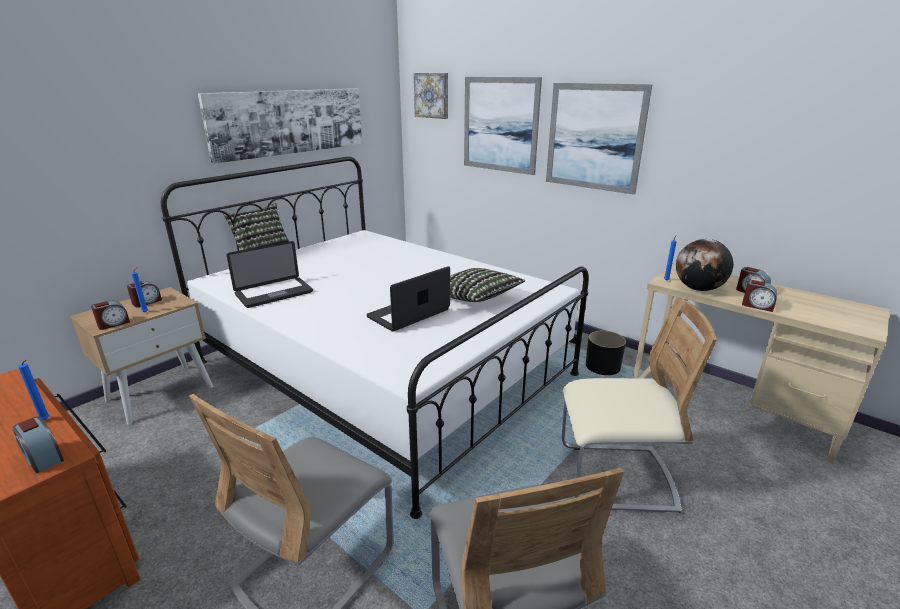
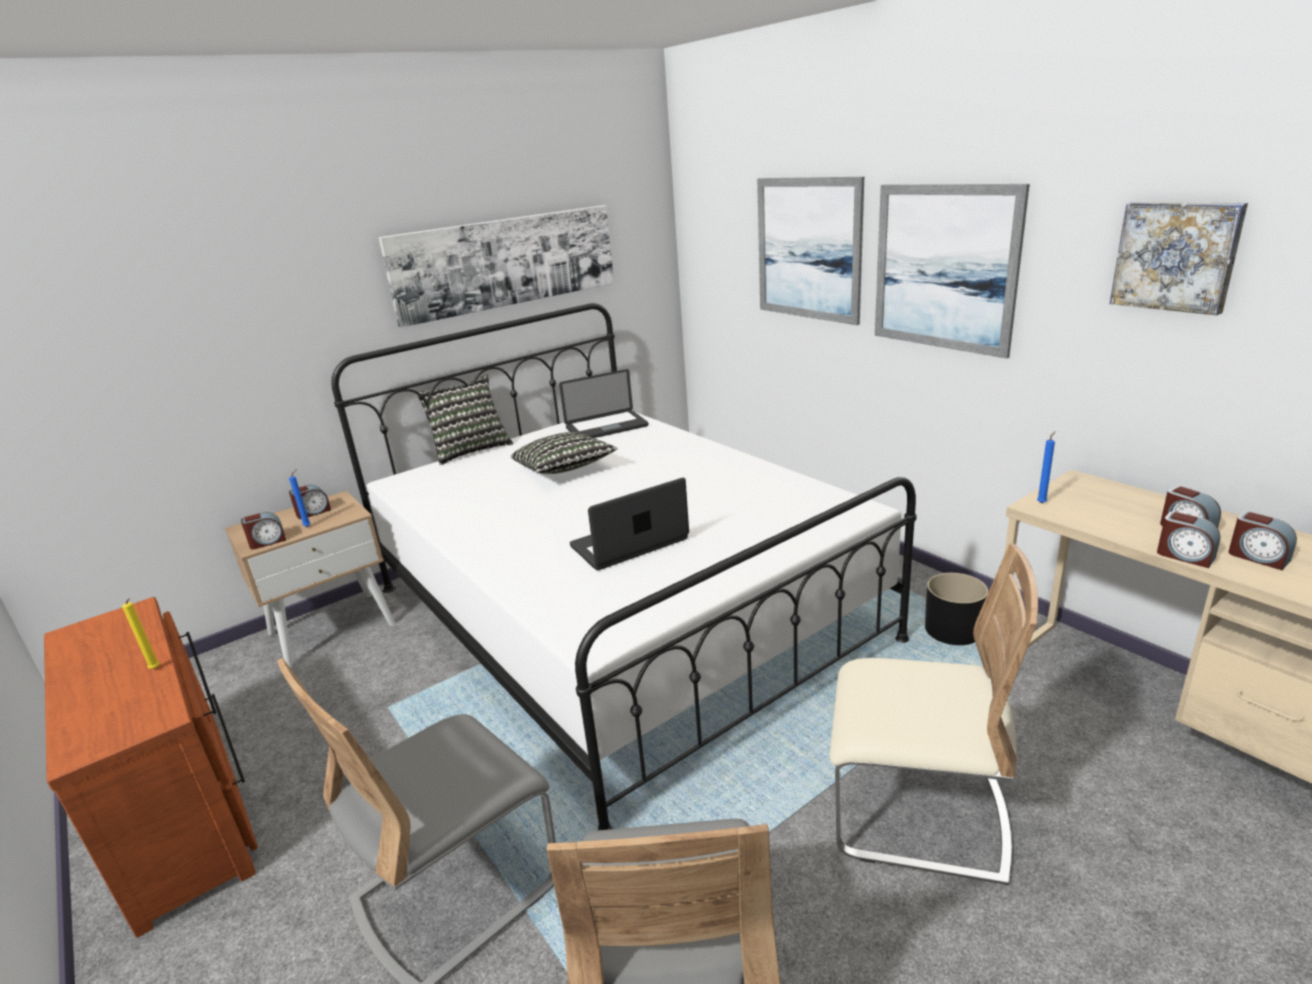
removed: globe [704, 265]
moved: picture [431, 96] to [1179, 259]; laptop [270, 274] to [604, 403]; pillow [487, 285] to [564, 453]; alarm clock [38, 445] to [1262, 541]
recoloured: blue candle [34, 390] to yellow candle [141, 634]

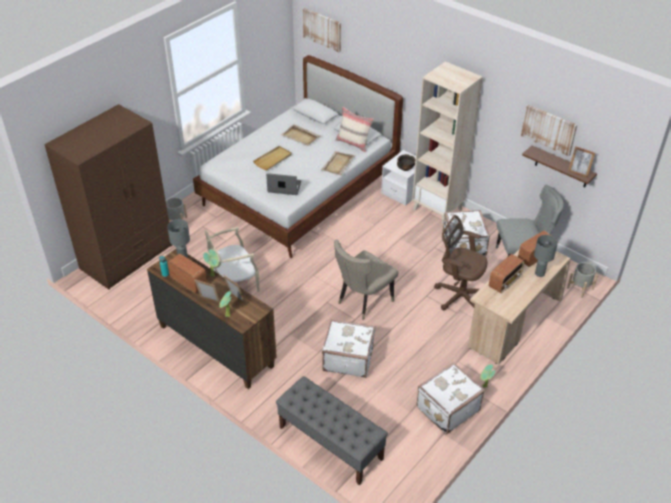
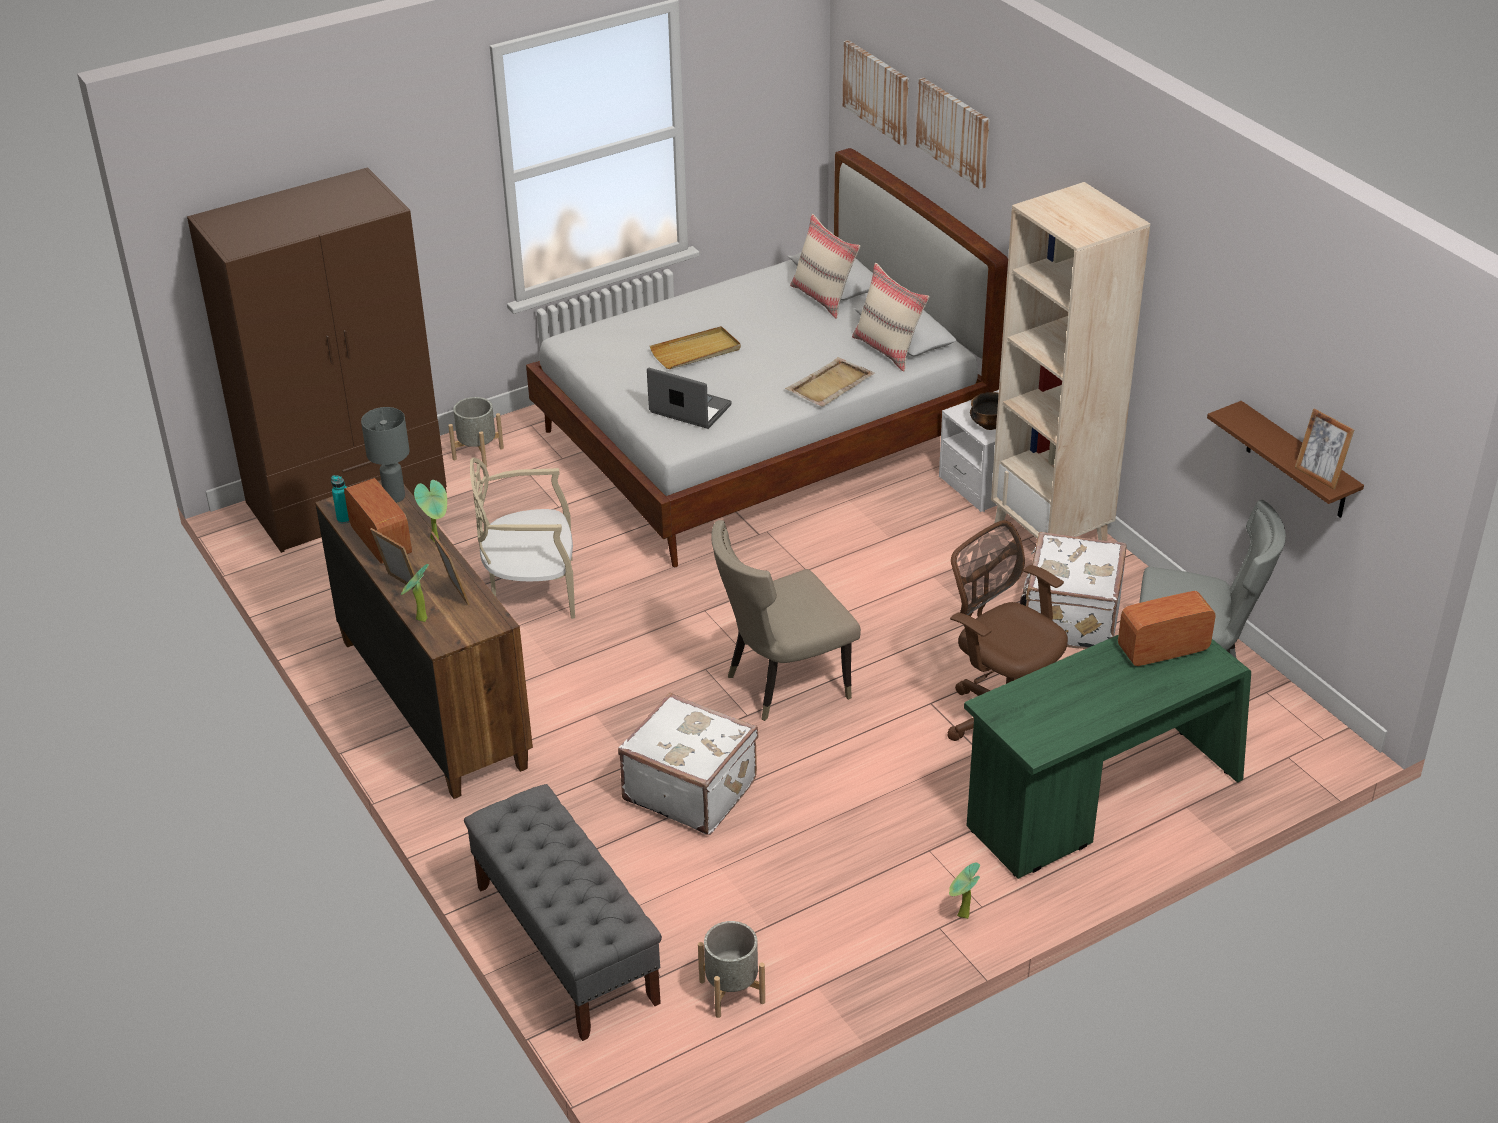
removed: beige tray [300, 135]; grey table lamp [546, 256]; radio [506, 273]; white suitcase [450, 398]
added: beige pillow [825, 266]
moved: picture [549, 130] to [953, 133]; grey planter [582, 280] to [731, 969]
recoloured: beige desk [519, 307] to green desk [1107, 757]

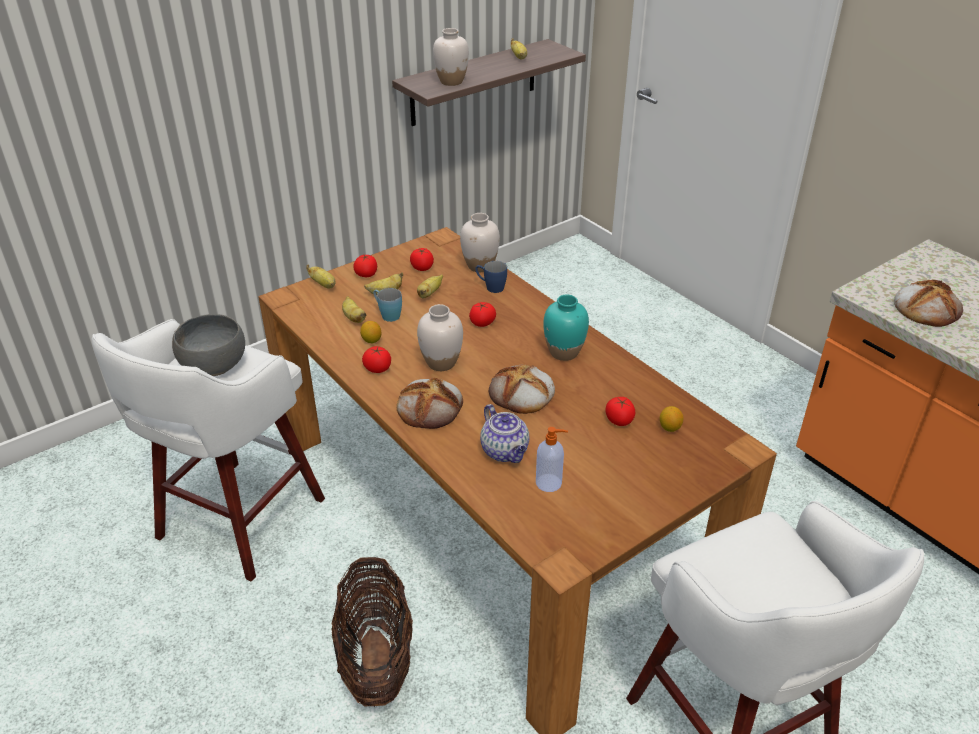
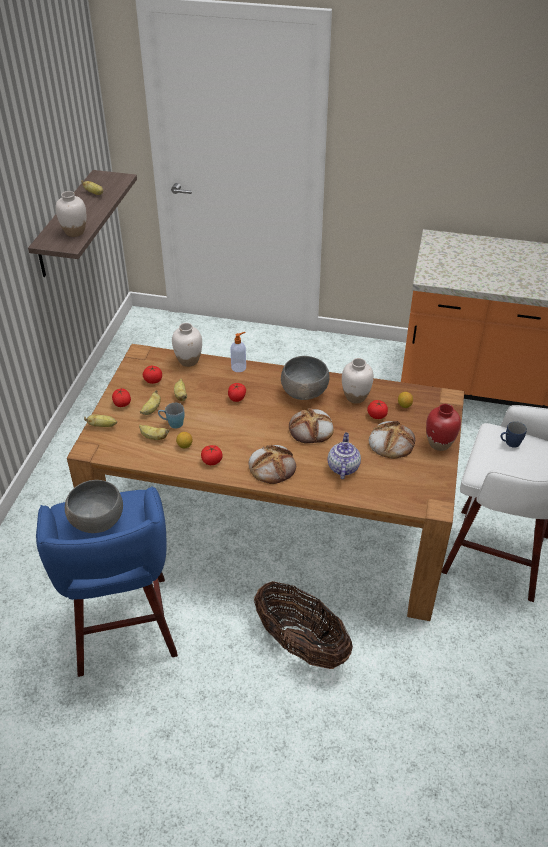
added: red vase [443, 427]
moved: blue mug [491, 277] to [514, 434]; bread [928, 303] to [392, 440]; white vase [440, 337] to [358, 380]; soap dispenser [552, 459] to [238, 352]
replaced: turquoise vase [566, 328] to grey bowl [305, 378]
recoloured: white stool [208, 450] to blue stool [107, 581]
turned: teapot [504, 433] = [344, 455] 105 degrees counterclockwise

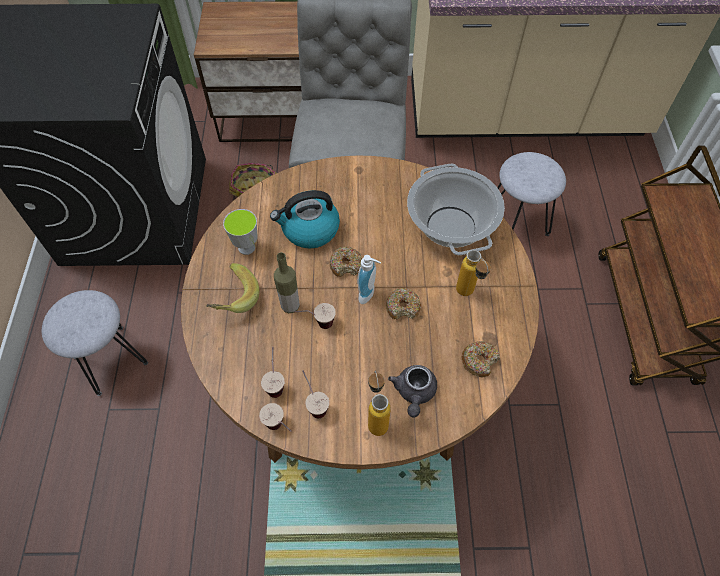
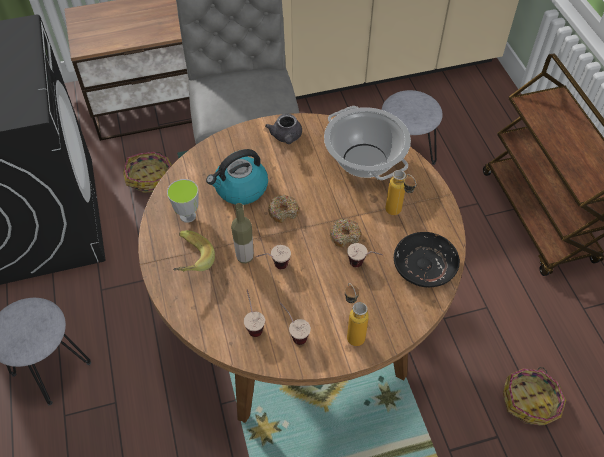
removed: soap dispenser [369, 279]
added: basket [534, 396]
moved: grey teapot [412, 391] to [283, 129]; cup [275, 417] to [365, 255]
replaced: donut [481, 359] to black plate [427, 259]

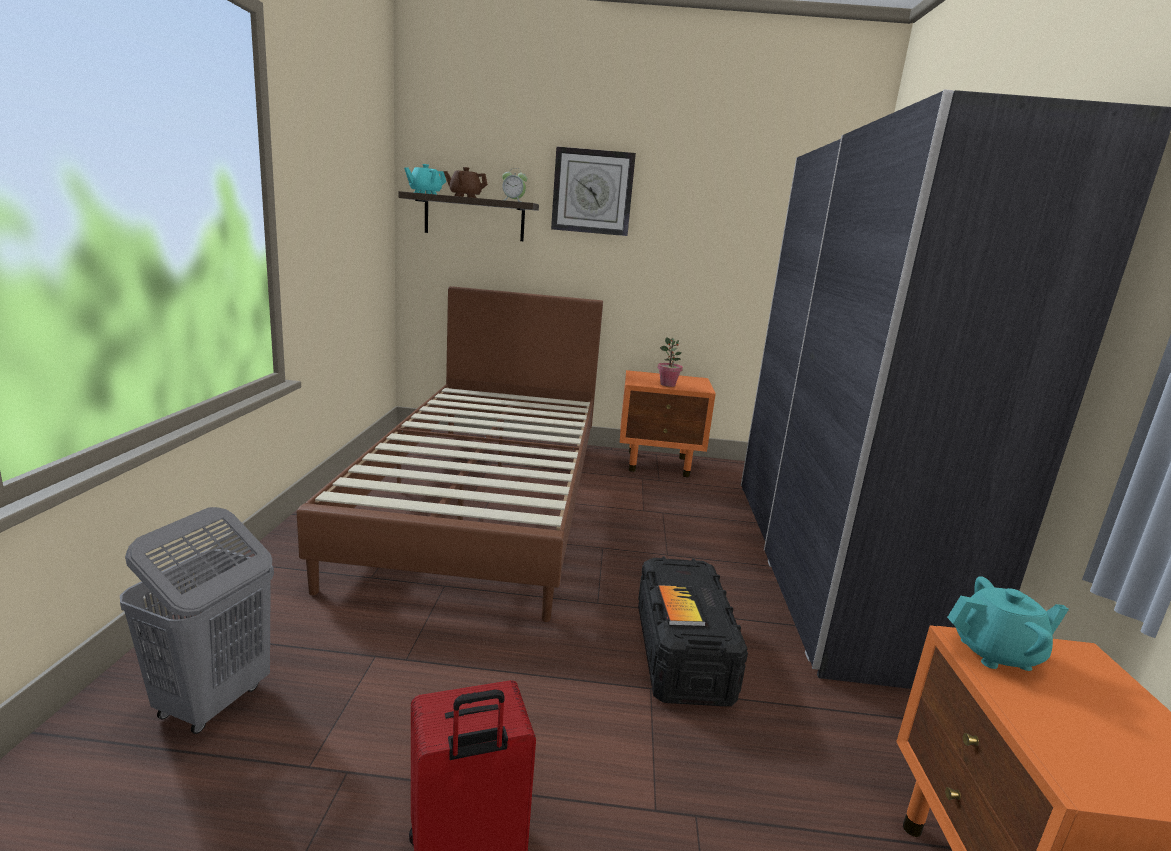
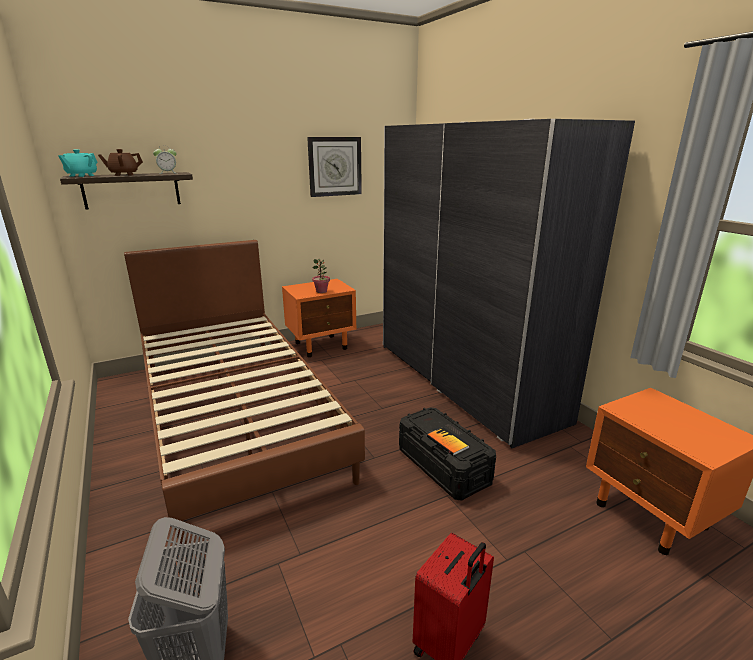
removed: turquoise teapot [1008, 624]
moved: wall clock [593, 191] to [334, 167]

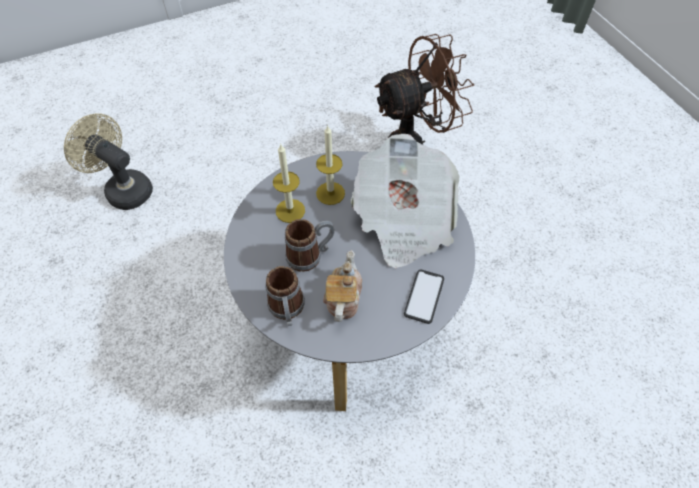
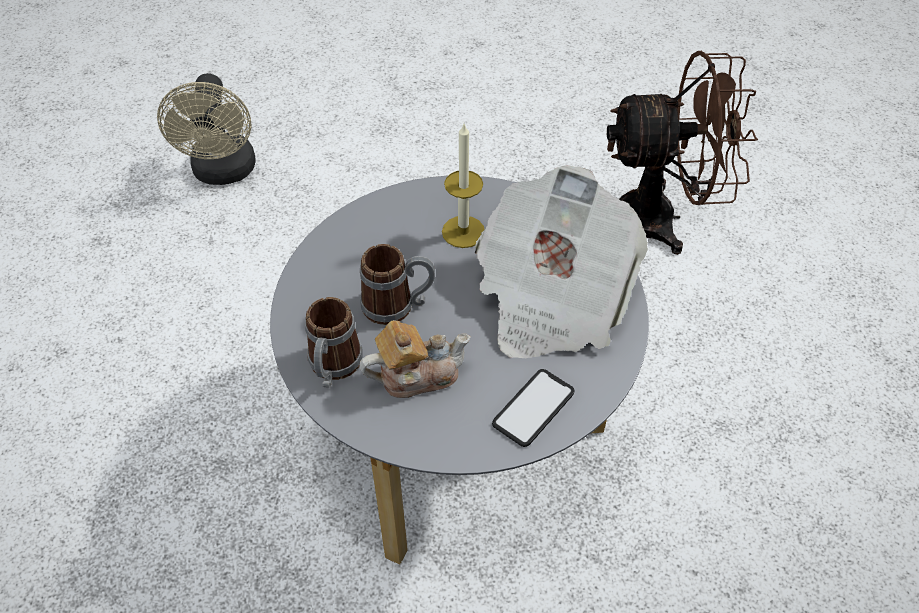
removed: candle [289, 183]
turned: beige fan [108, 161] = [206, 129] 150 degrees counterclockwise; teapot [342, 286] = [415, 359] 45 degrees clockwise

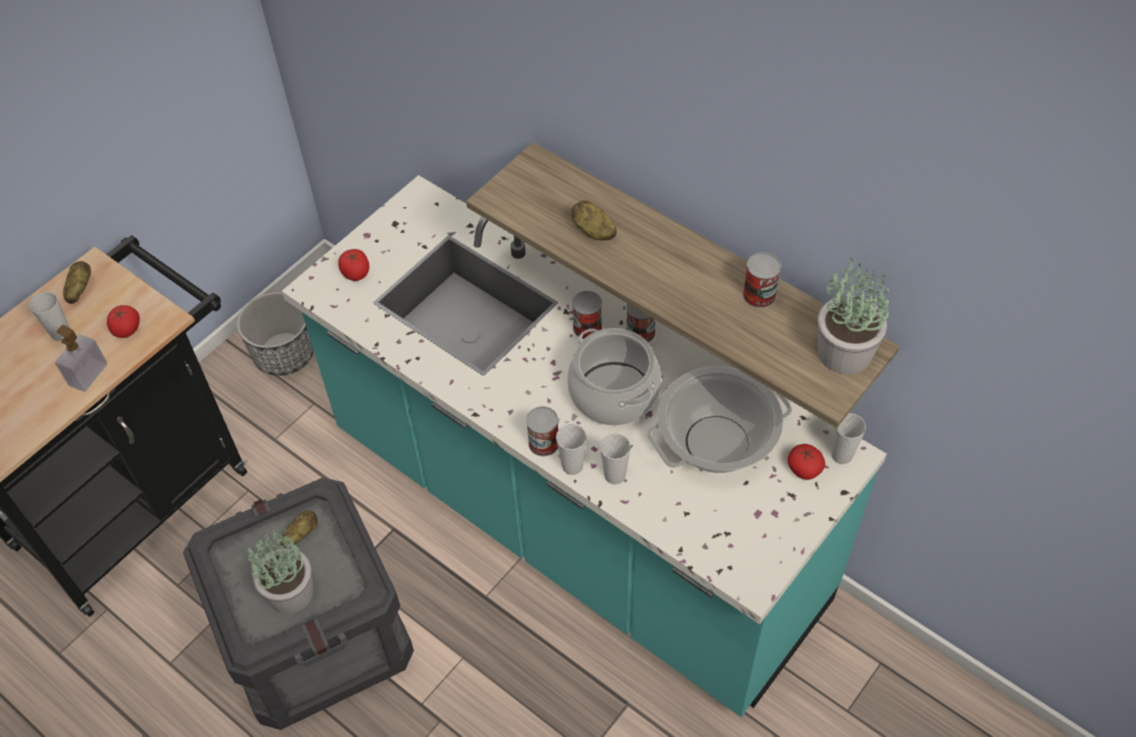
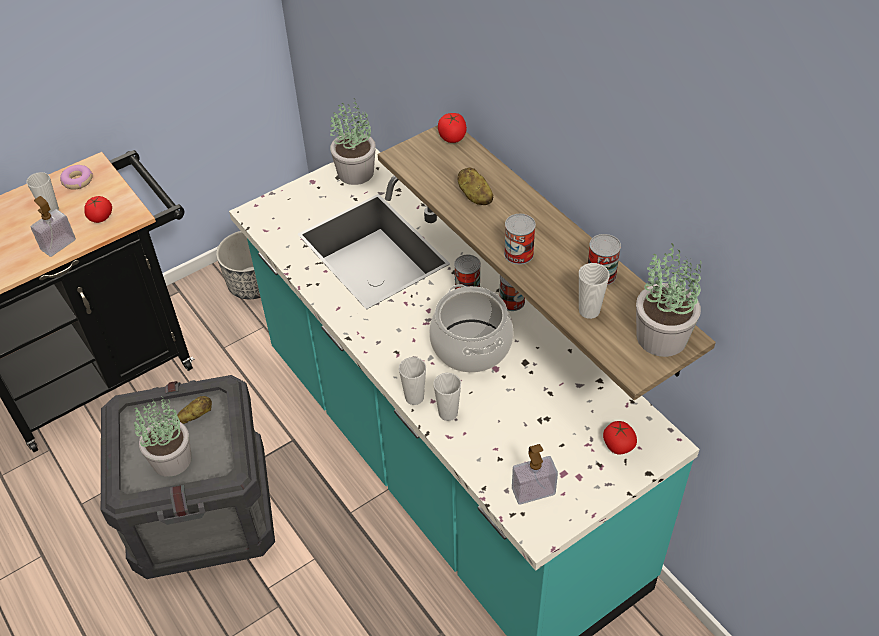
removed: cooking pot [719, 419]
added: potted plant [353, 141]; soap dispenser [535, 474]
moved: tomato [353, 265] to [452, 128]; can [542, 431] to [520, 239]; cup [848, 438] to [594, 291]
replaced: potato [77, 282] to donut [76, 177]

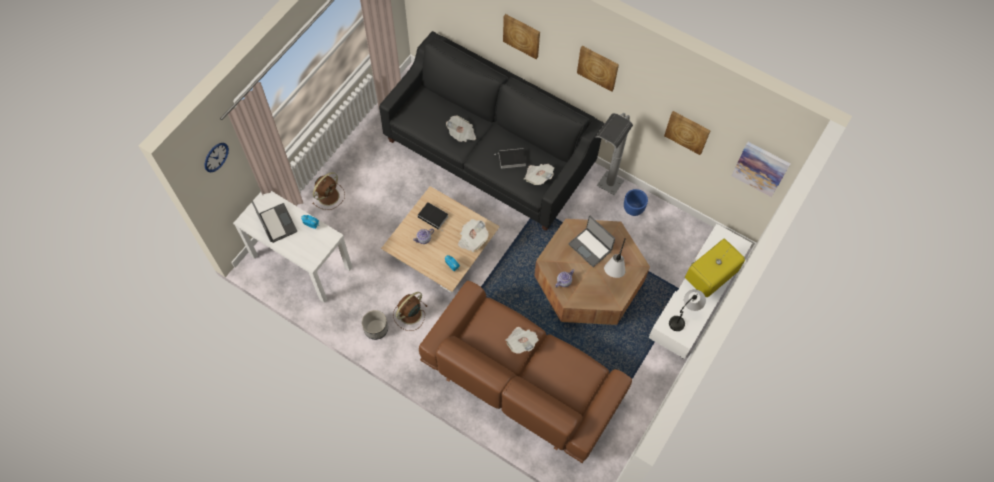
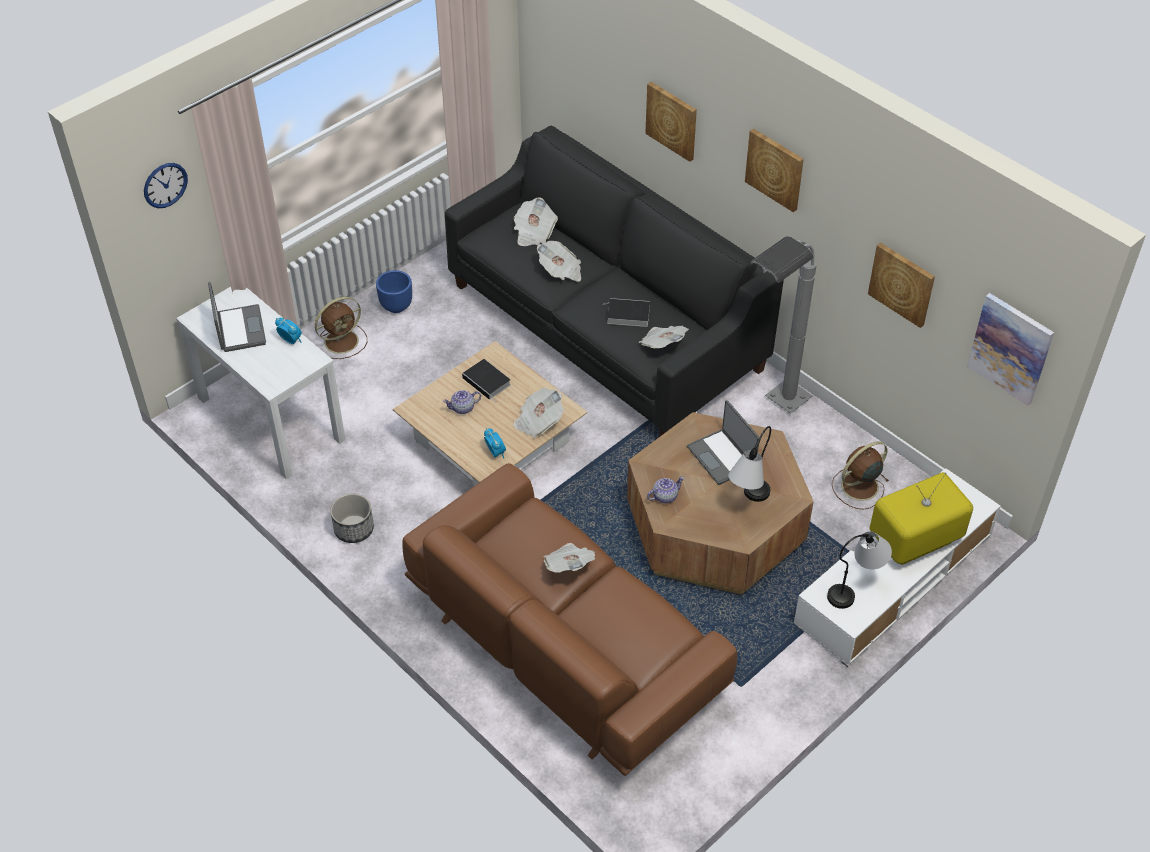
added: newspaper [536, 221]
moved: blue planter [636, 202] to [394, 291]; brown fan [410, 311] to [860, 475]

